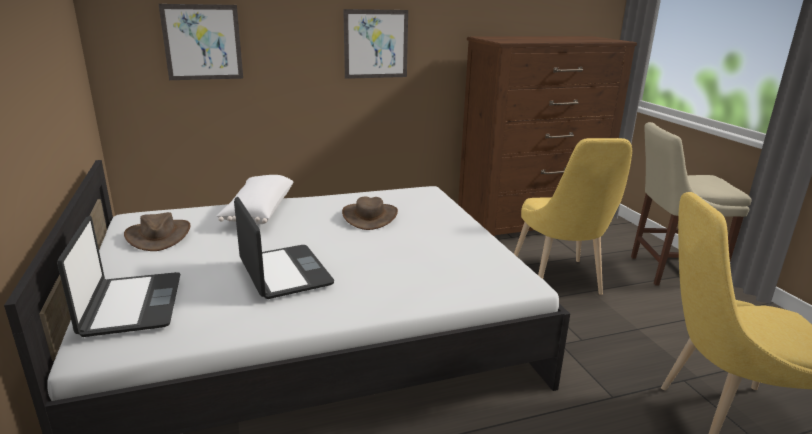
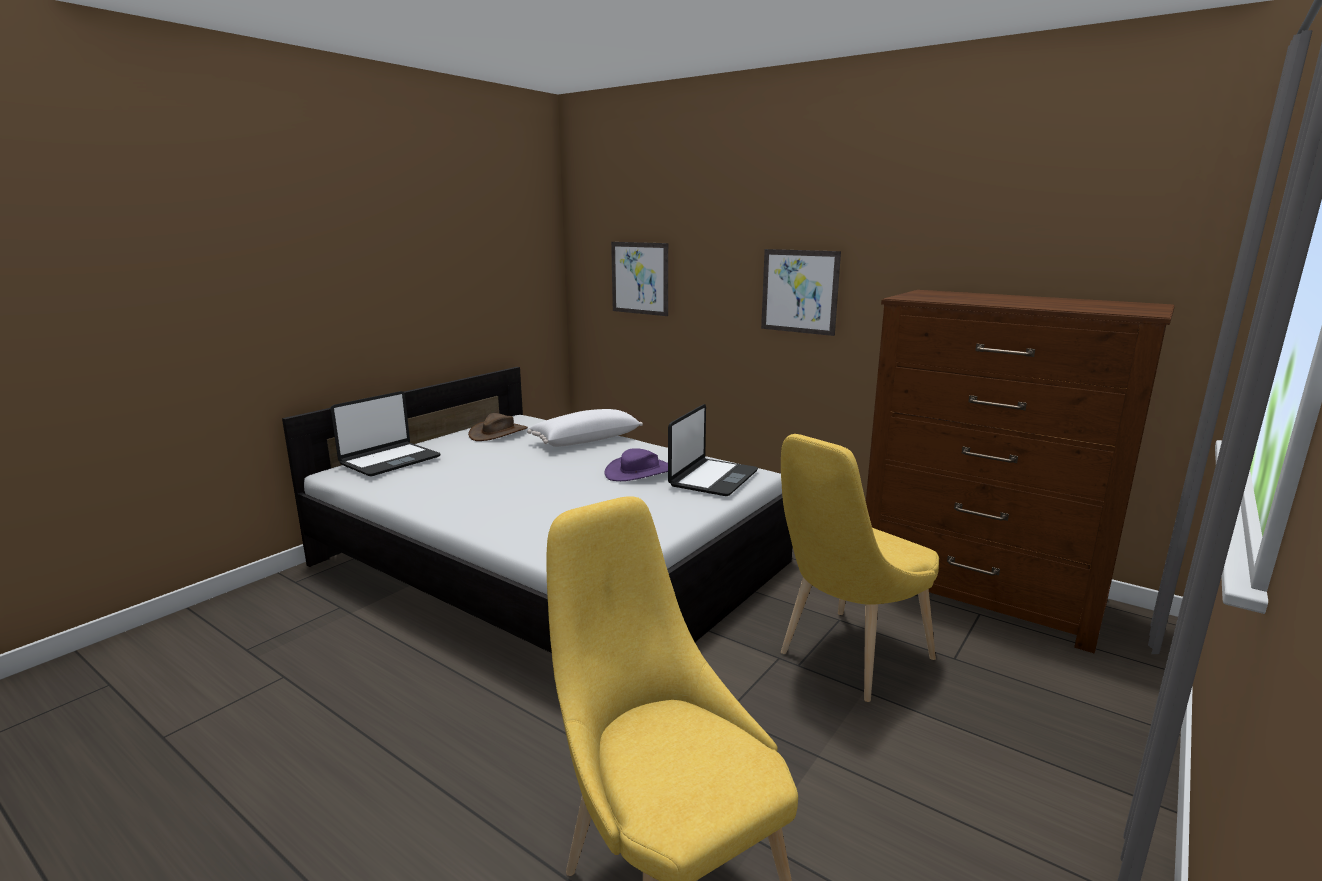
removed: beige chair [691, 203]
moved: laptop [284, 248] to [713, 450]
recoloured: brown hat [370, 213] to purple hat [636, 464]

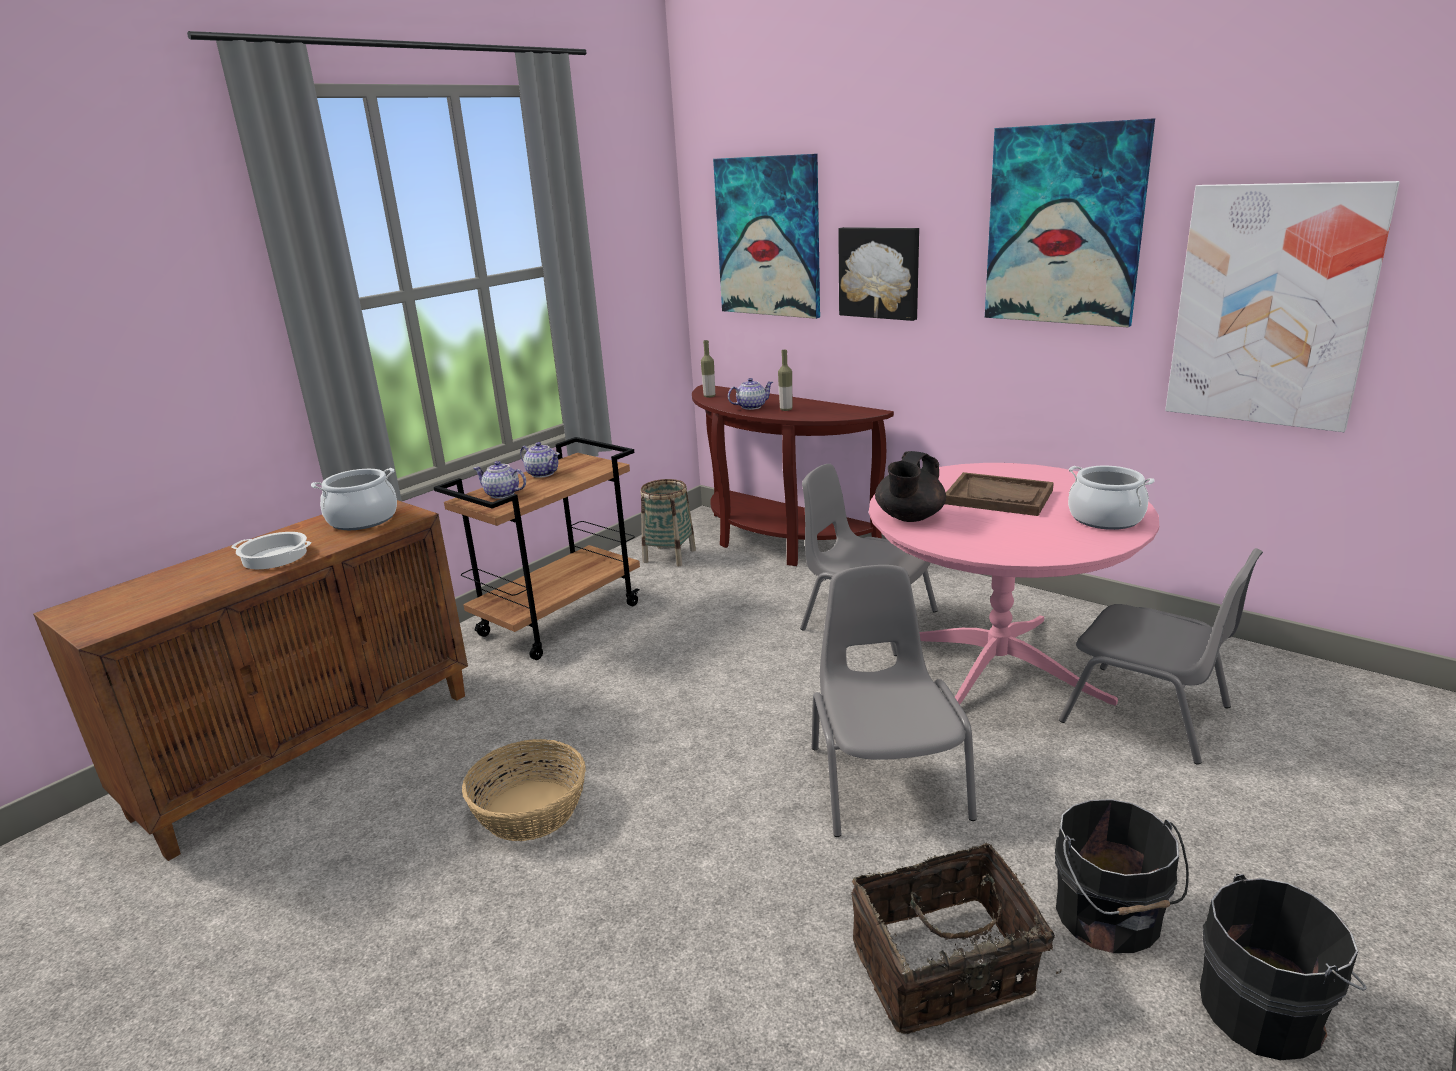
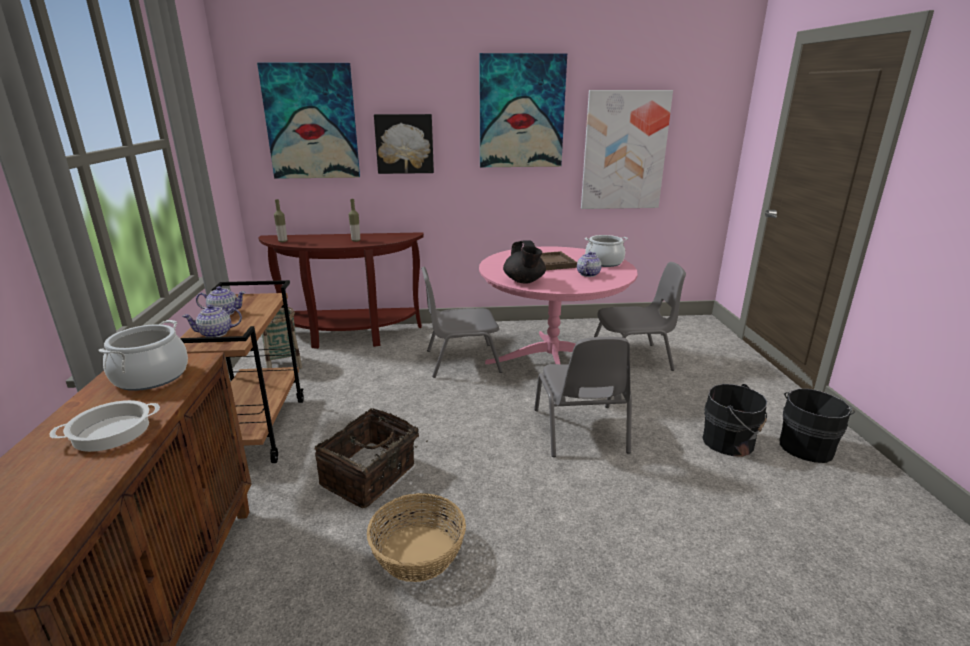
moved: teapot [750, 394] to [589, 264]; basket [956, 938] to [371, 458]
turned: grey chair [894, 701] = [583, 397] 135 degrees counterclockwise

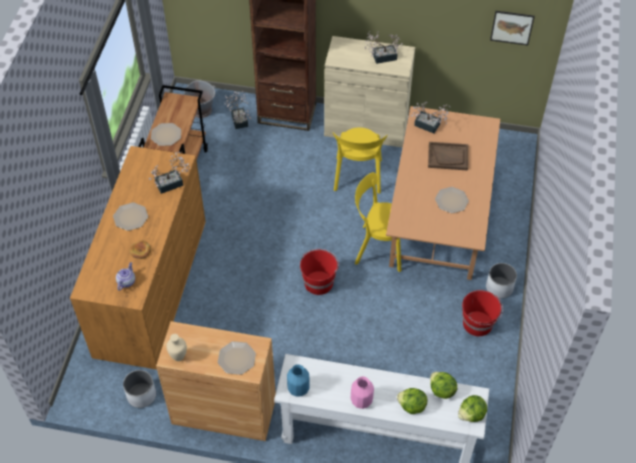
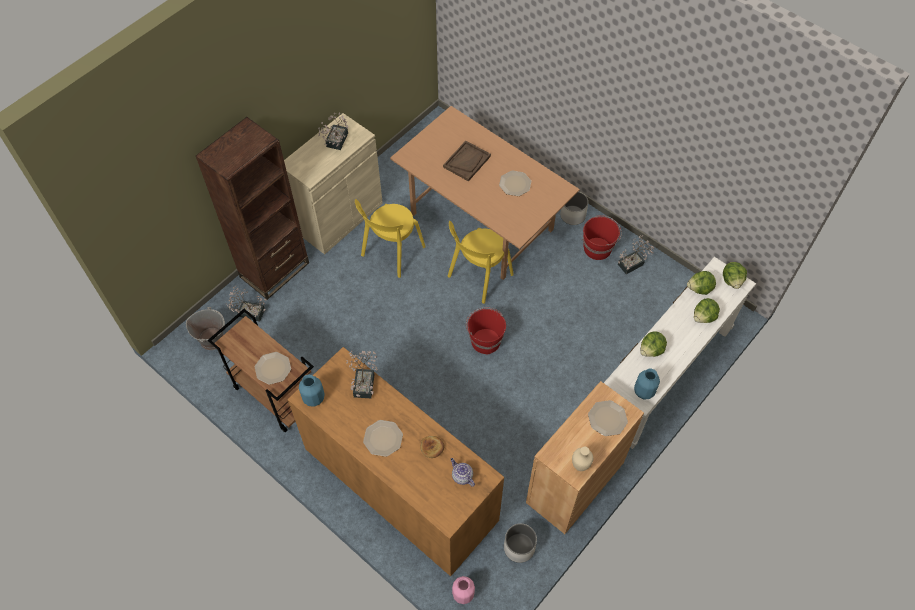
removed: picture [512, 28]
added: lettuce [653, 344]; blue vase [312, 391]
moved: potted plant [430, 117] to [636, 254]; pink vase [362, 392] to [463, 590]
turned: yellow chair [360, 161] = [390, 238] 90 degrees clockwise

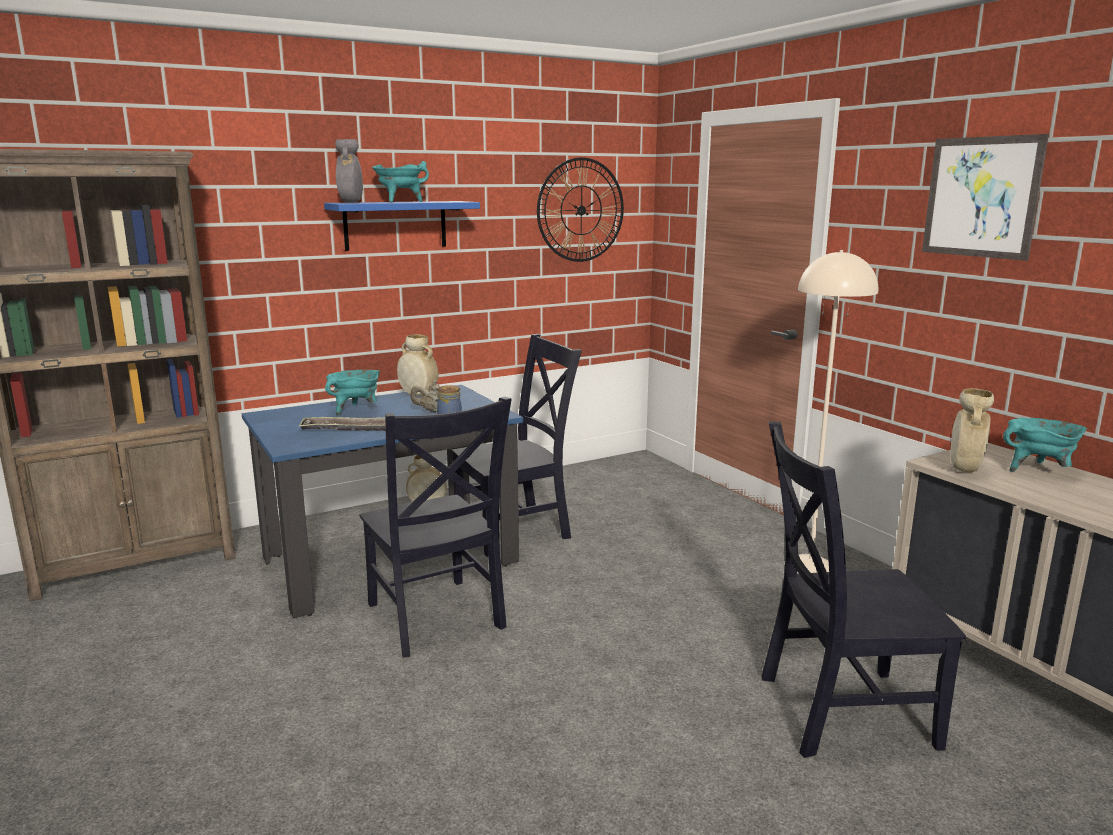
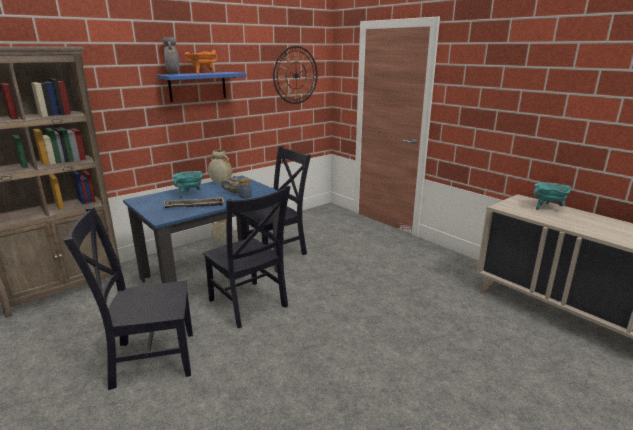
removed: picture [985, 197]; beige floor lamp [831, 412]; beige vase [972, 430]
moved: black chair [864, 589] to [128, 298]
recoloured: turquoise cooking pot [400, 181] to orange cooking pot [201, 62]

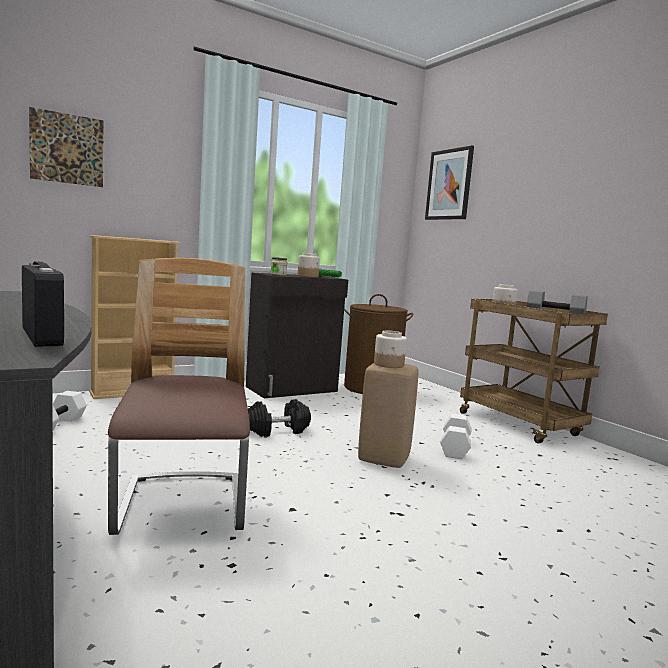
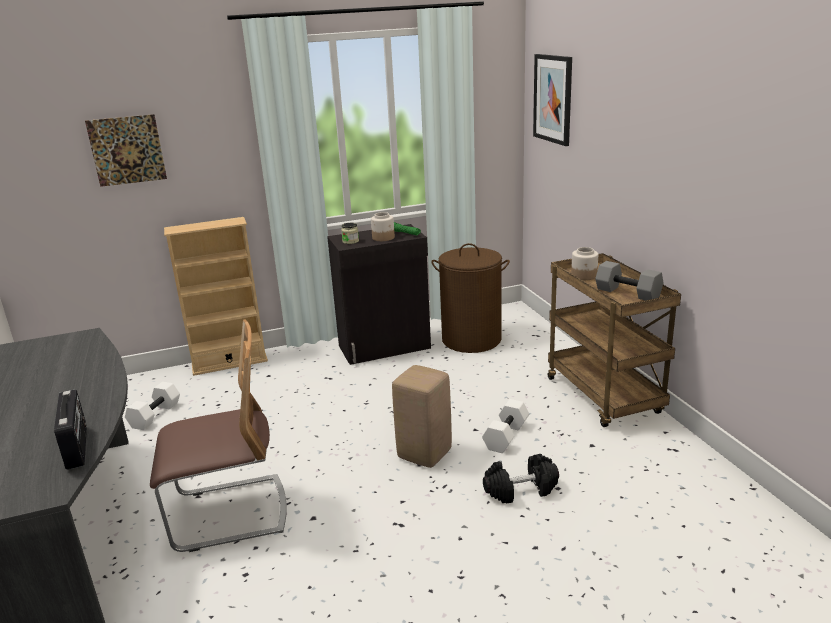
removed: jar [390, 349]
moved: black dumbbell [279, 418] to [521, 479]
turned: chair [179, 396] = [218, 435] 75 degrees clockwise

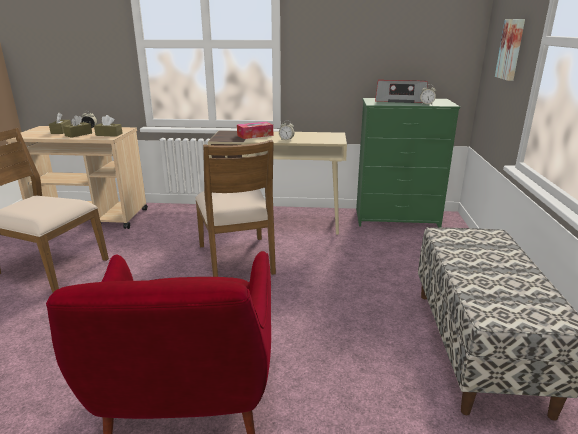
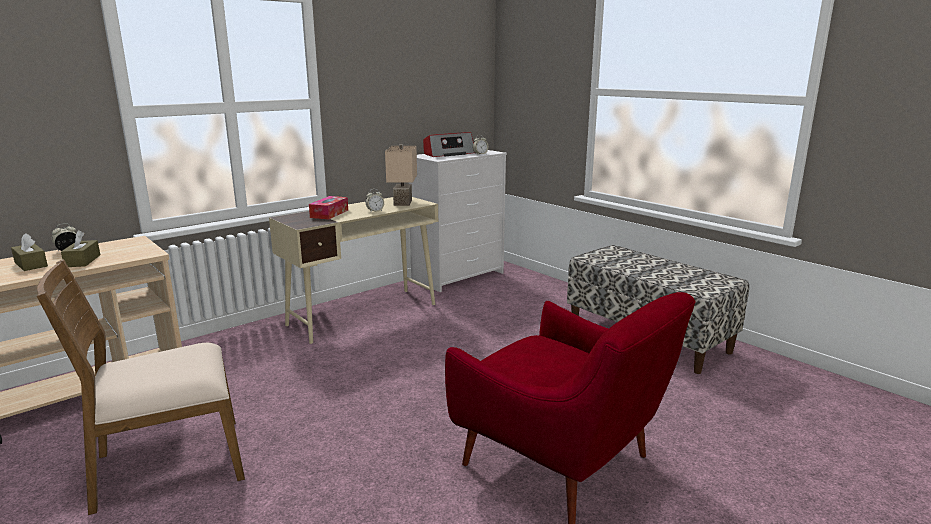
removed: picture [510, 50]; brown tissue box [108, 126]; brown chair [235, 208]
added: beige table lamp [401, 175]
recoloured: green dresser [408, 162] to white dresser [457, 221]

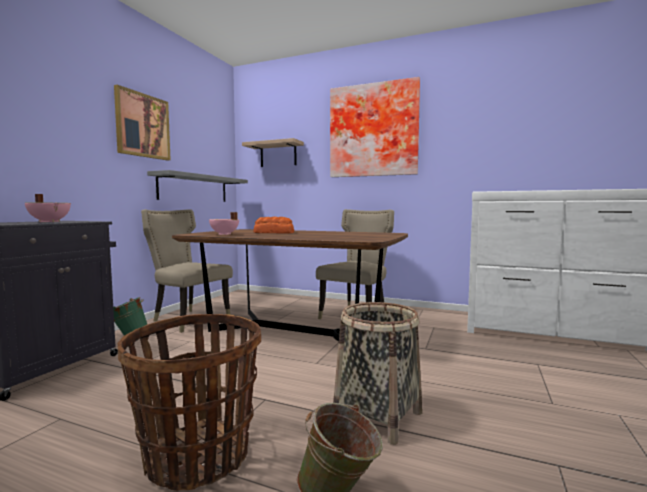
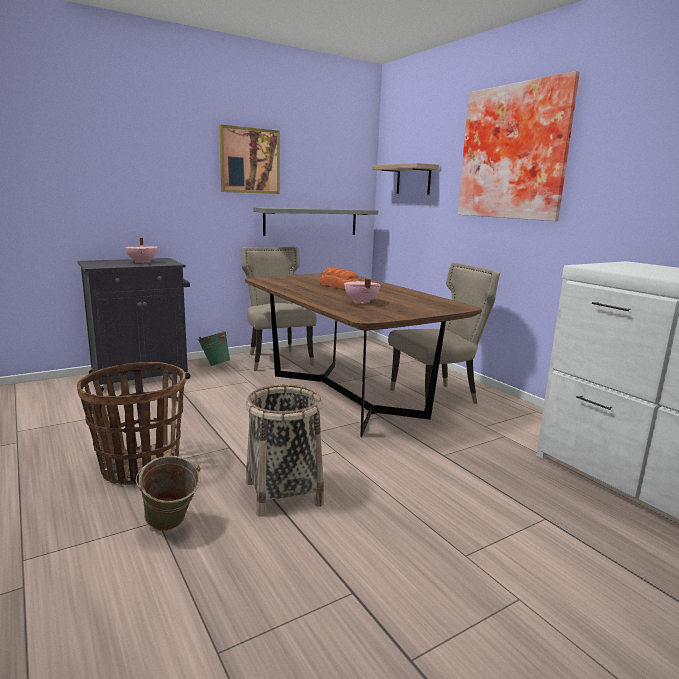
moved: pink cooking pot [224, 223] to [362, 291]

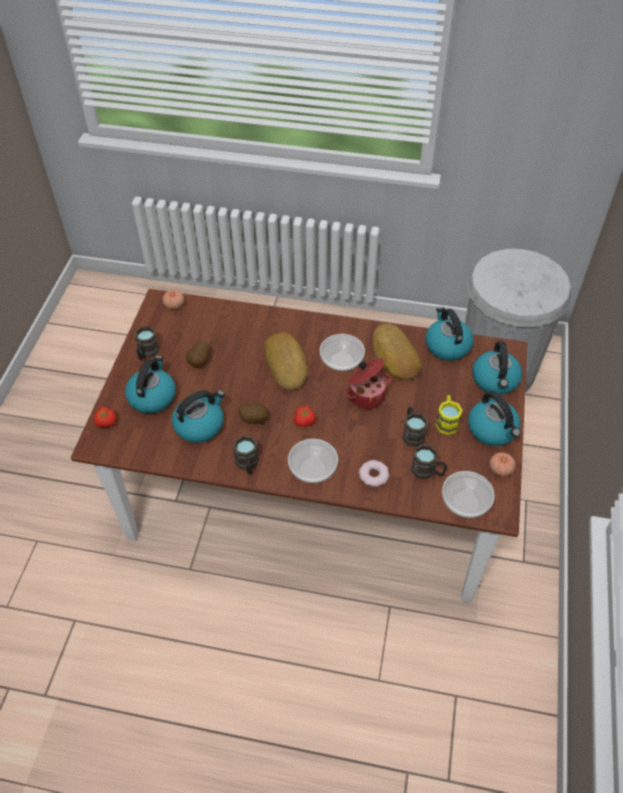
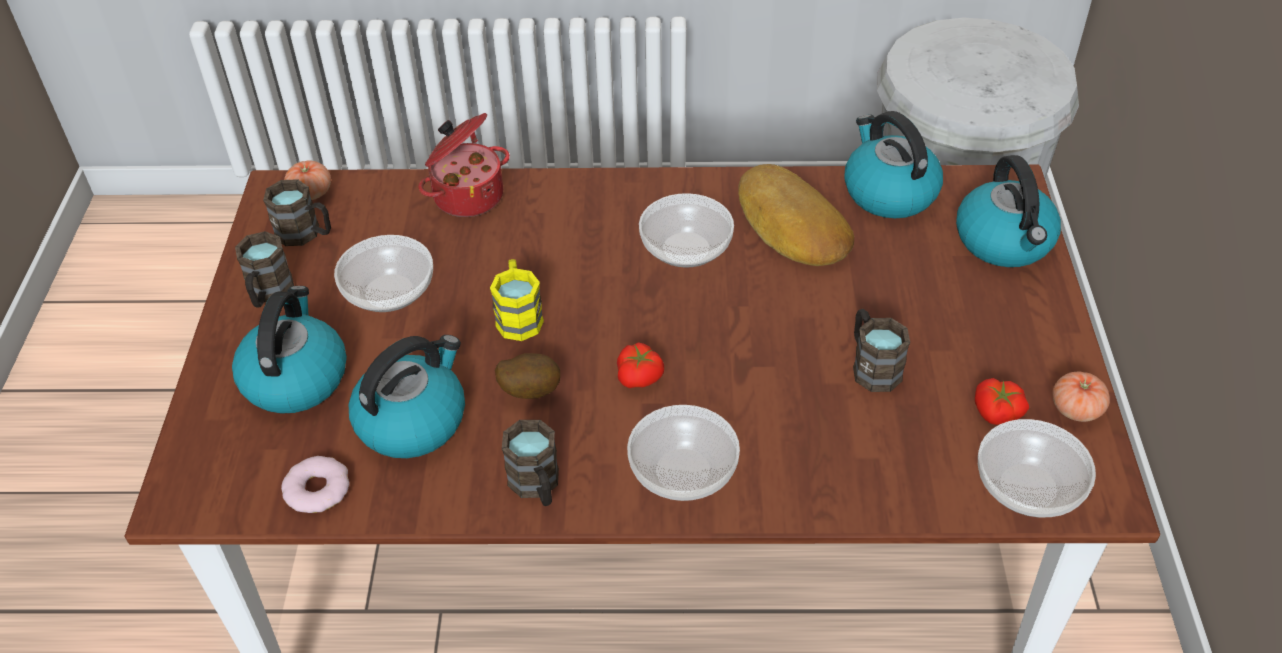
removed: bread [285, 361]; kettle [494, 418]
moved: cooking pot [367, 383] to [464, 165]; yellow mug [449, 415] to [517, 300]; tomato [105, 417] to [1002, 401]; brown mug [429, 461] to [297, 212]; donut [374, 473] to [315, 484]
replaced: potato [198, 353] to bowl [383, 273]

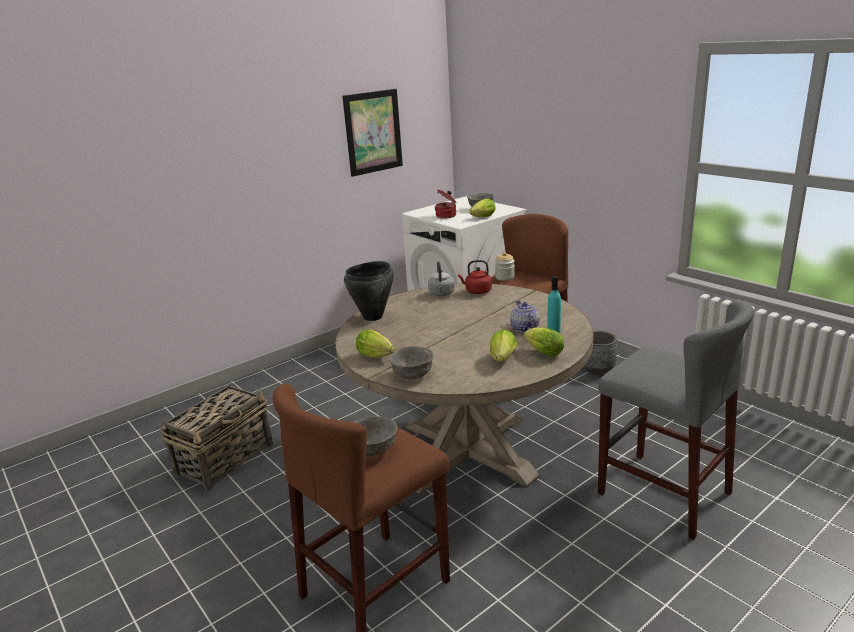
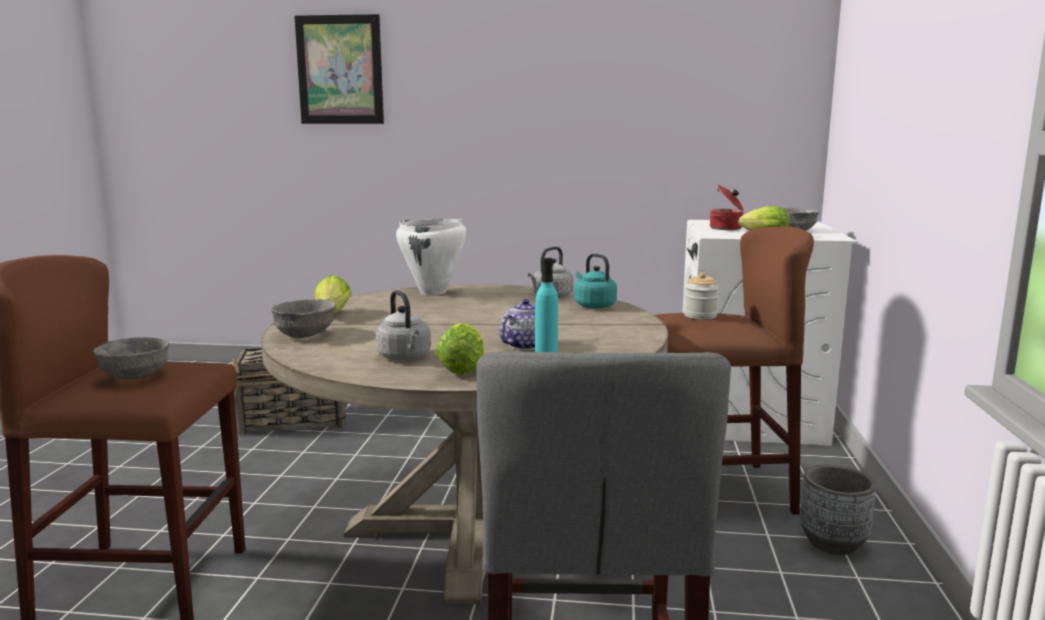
moved: picture [372, 133] to [339, 69]
replaced: lettuce [503, 345] to grey kettle [403, 325]
recoloured: red kettle [475, 277] to turquoise kettle [595, 281]; black cooking pot [369, 291] to white cooking pot [431, 257]

